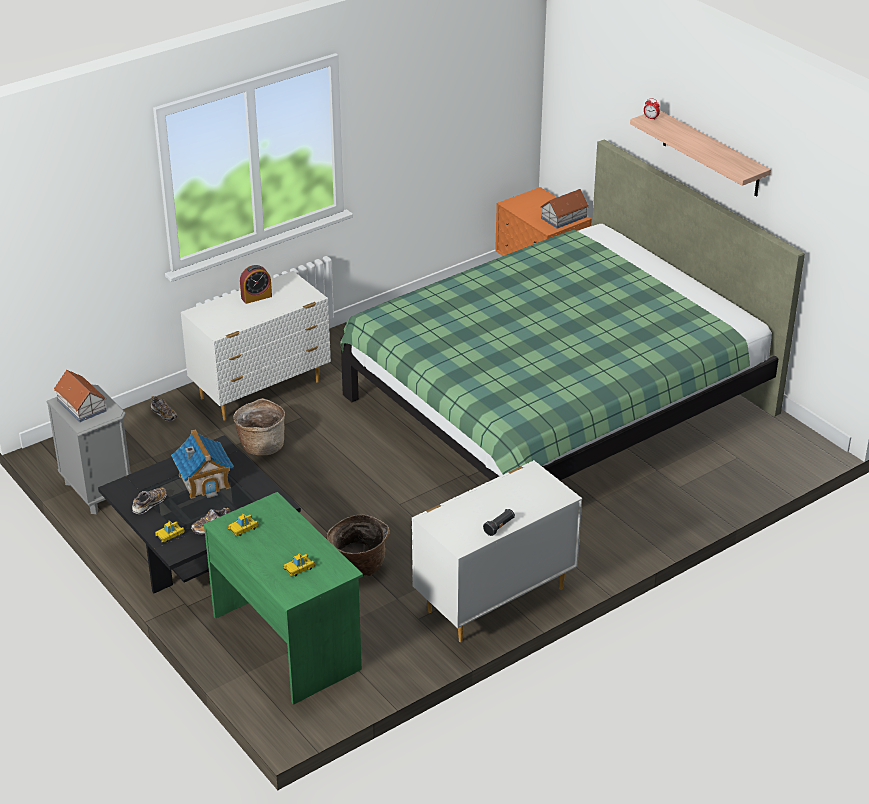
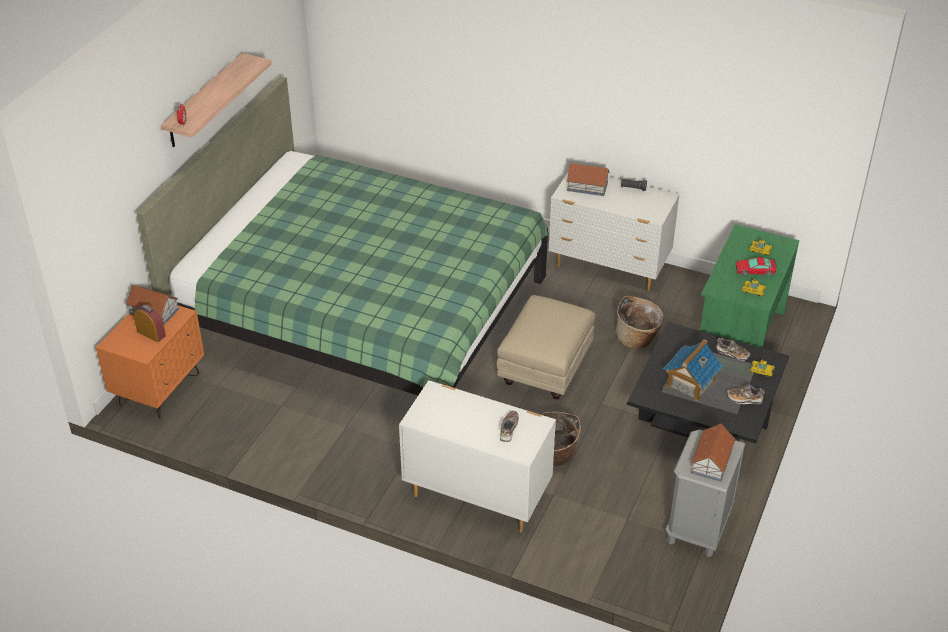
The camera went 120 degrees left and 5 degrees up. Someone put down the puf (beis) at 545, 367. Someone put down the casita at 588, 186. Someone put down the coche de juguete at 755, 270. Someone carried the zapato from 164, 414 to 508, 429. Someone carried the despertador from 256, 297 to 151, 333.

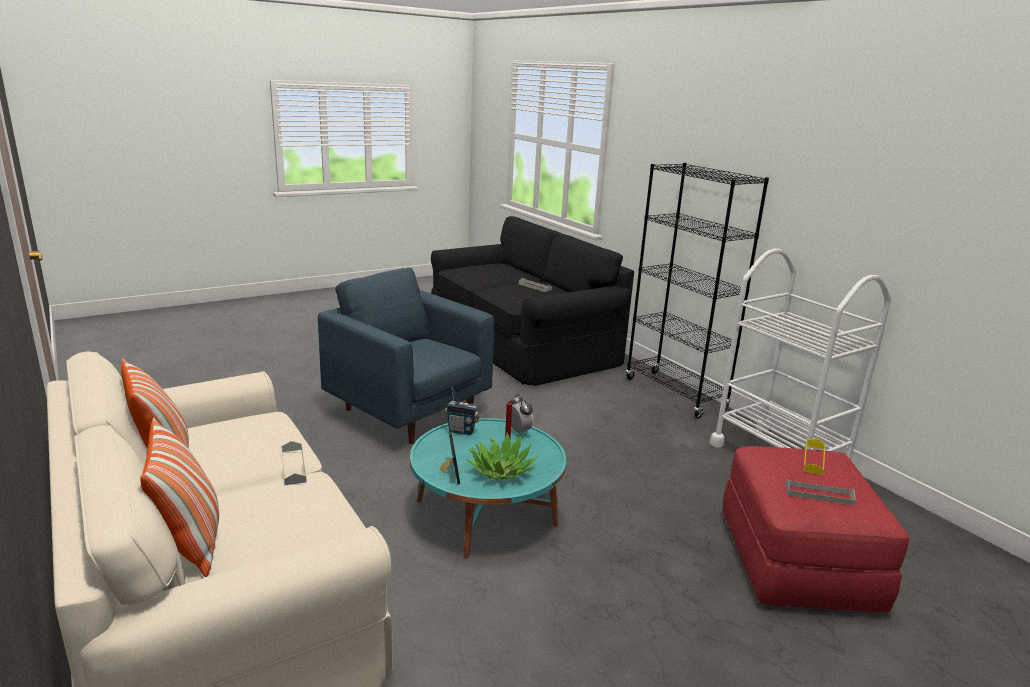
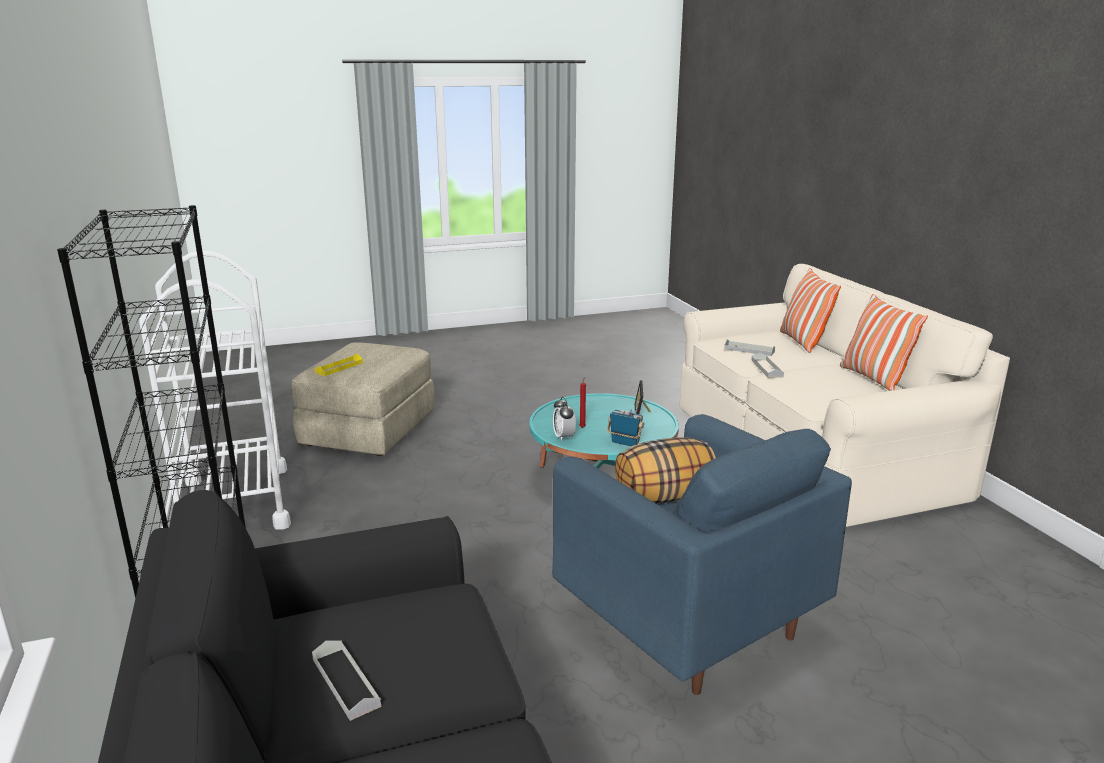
The camera went 165 degrees left and 0 degrees up. Someone took away the planta en maceta at 501, 470. Someone put down the cojín at 664, 498. Someone carried the bandeja (gris) from 818, 494 to 749, 350. Someone repainted the puf (rojo) at 798, 563, which became the puf (beis) at 368, 429.

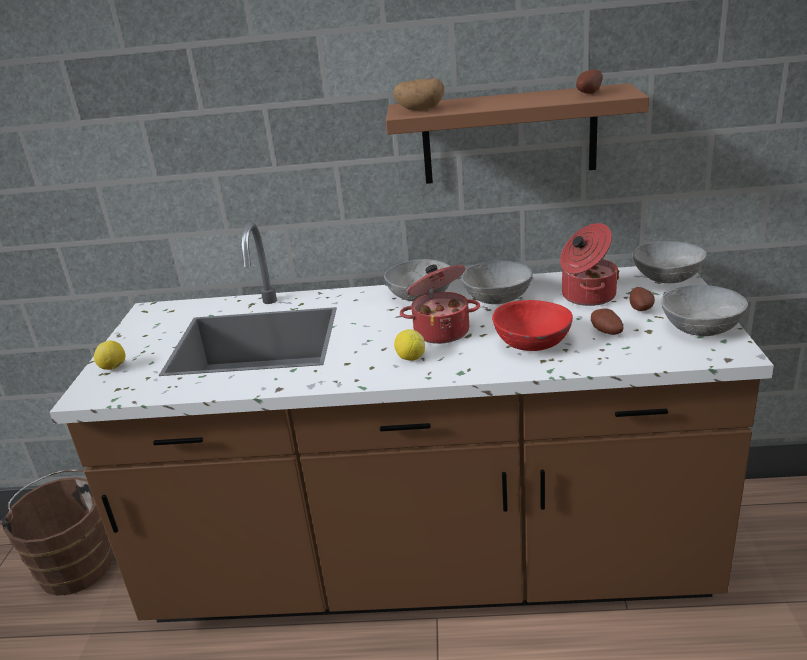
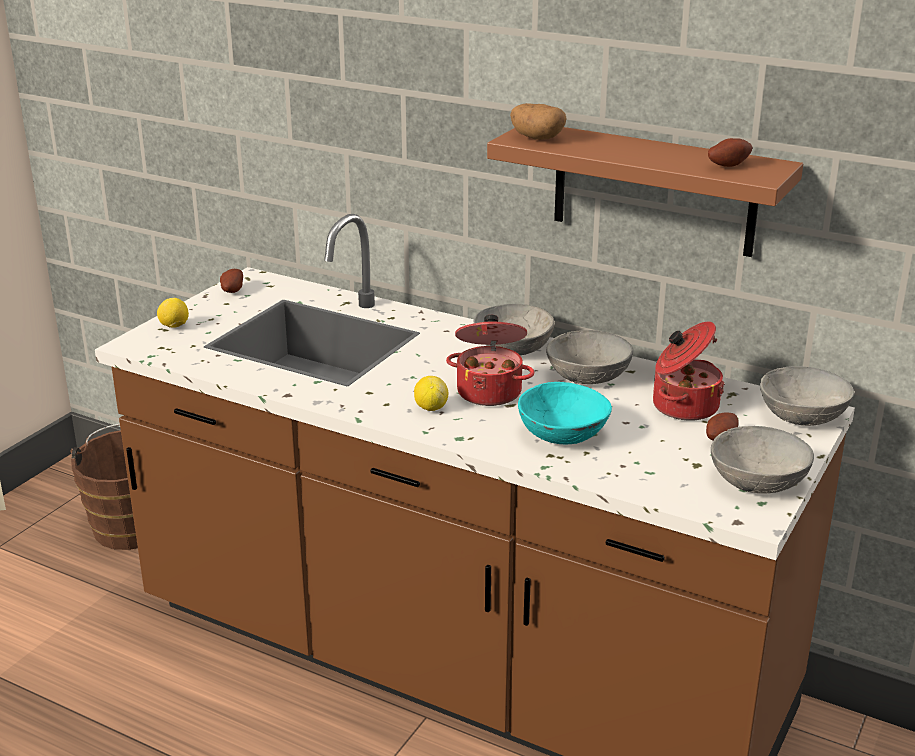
The camera went 25 degrees right and 0 degrees up. Someone carried the patata from 605, 332 to 231, 291. Someone repainted the cuenco (rojo) at 531, 343, which became the cuenco (turquesa) at 561, 434.

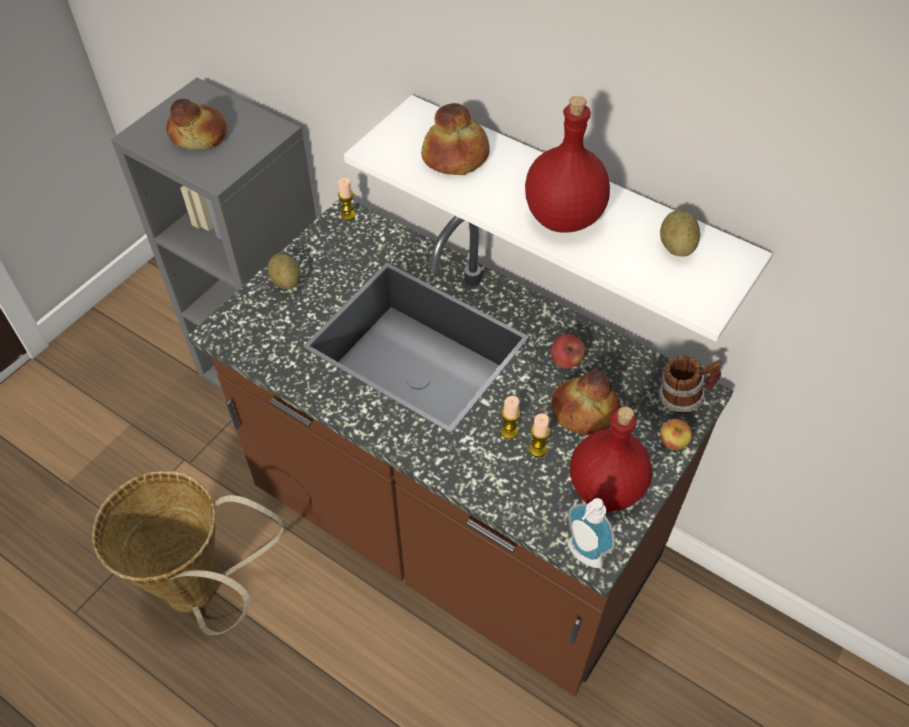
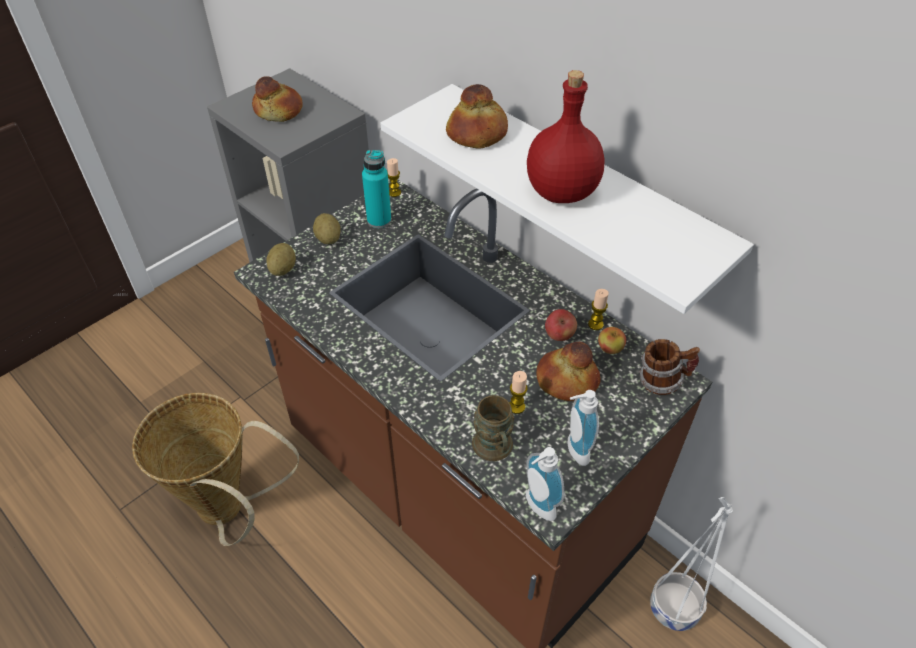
The camera went 10 degrees right and 5 degrees down. Someone put down the botella (turquesa) at 379, 220. Someone put down the taza grande (marrón) at 494, 450. Someone put down the maceta (blanco) at 673, 608. Someone carried the vela from 509, 431 to 595, 324. Someone carried the patata from 676, 246 to 283, 269. Someone carried the manzana from 673, 442 to 610, 349. Someone swapped the botella (rojo) at 607, 488 for the dispensador de jabón at 574, 451.

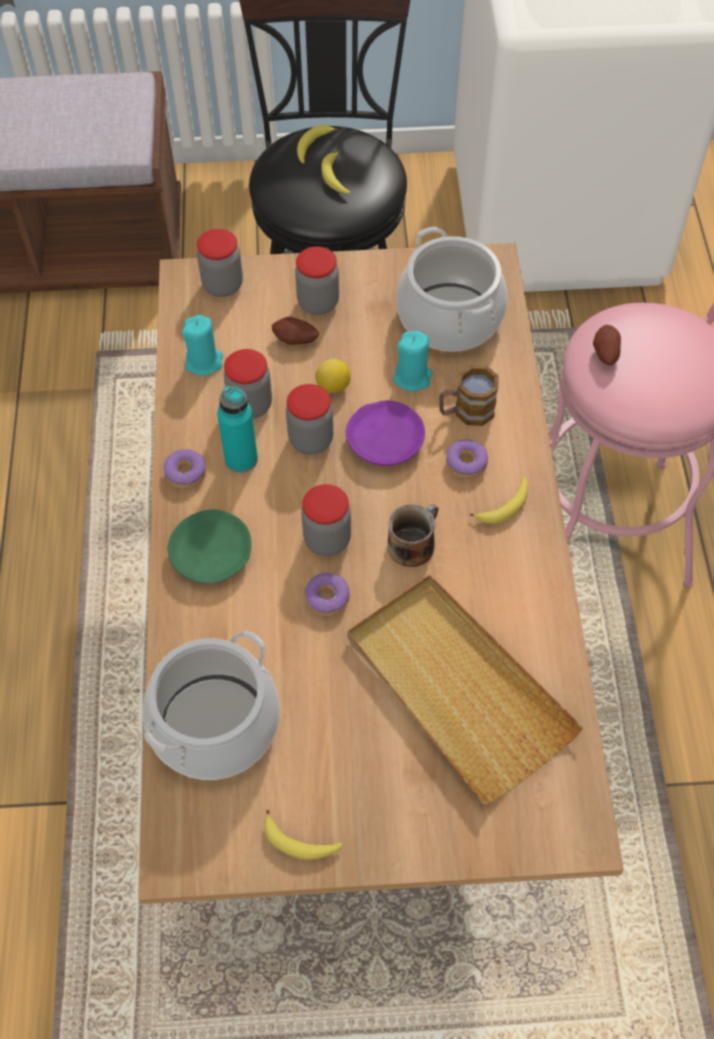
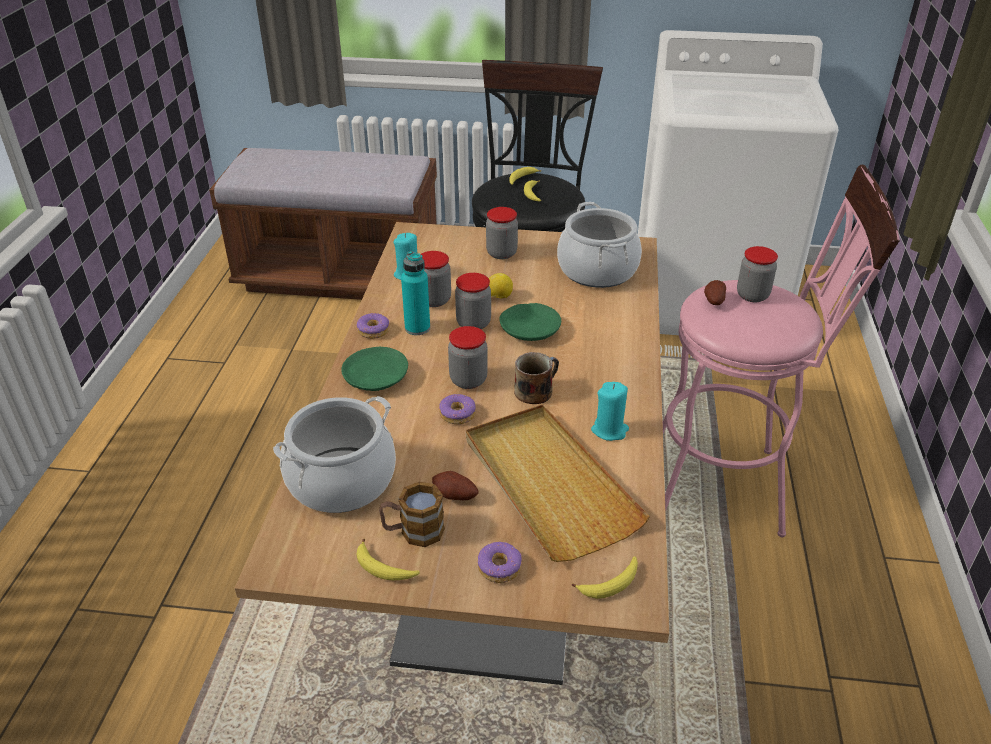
The camera went 10 degrees right and 20 degrees down. Someone carried the tarro from 223, 285 to 752, 295. Someone carried the patata from 295, 341 to 454, 497. Someone carried the vela (turquesa) from 412, 378 to 609, 430. Someone carried the taza grande from 466, 412 to 413, 531. Someone carried the rosquilla from 466, 463 to 500, 567. Someone carried the plátano from 505, 506 to 610, 583. Someone repainted the plato (morado) at 385, 441, which became the plato (verde) at 530, 330.

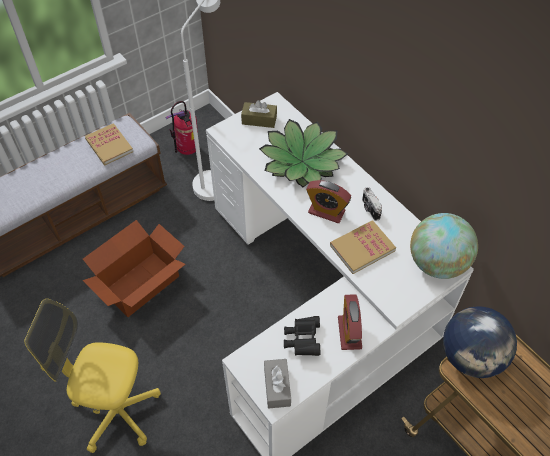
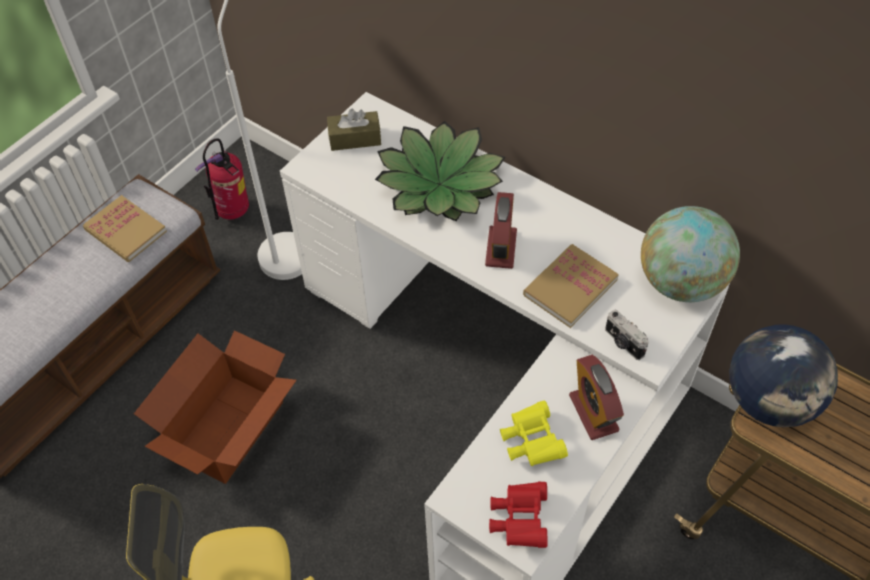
The camera went 15 degrees left and 0 degrees up. Someone carried the cámara from 370, 209 to 623, 343. Someone swapped the caja de pañuelos (gris) at 277, 387 for the prismáticos (rojo) at 519, 519. Someone repainted the prismáticos (negro) at 302, 340, which became the prismáticos (amarillo) at 531, 441. Someone rotated the despertador at 326, 212 by 90 degrees counterclockwise.

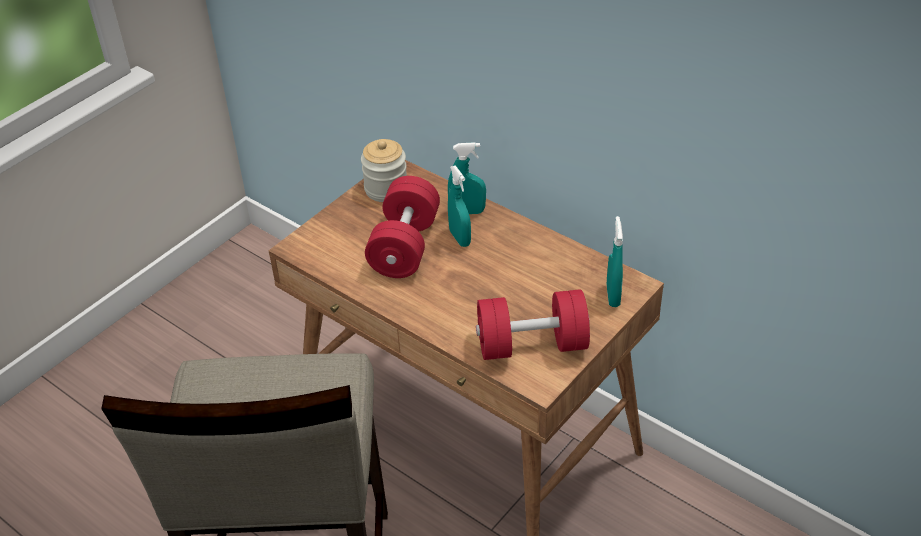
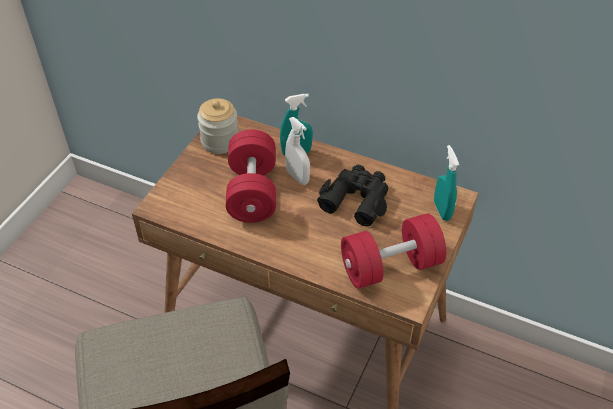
The camera went 15 degrees left and 5 degrees up. Someone put down the prismáticos (negro) at 356, 199. Someone repainted the pulverizador (turquesa) at 460, 238, which became the pulverizador (blanco) at 297, 177.

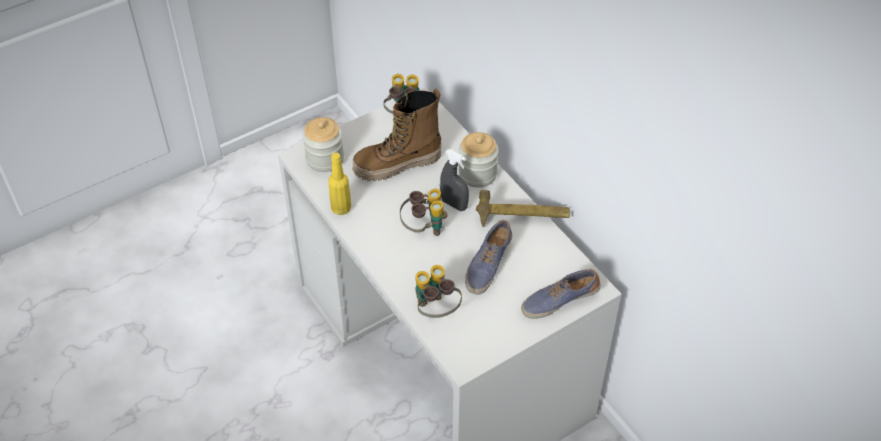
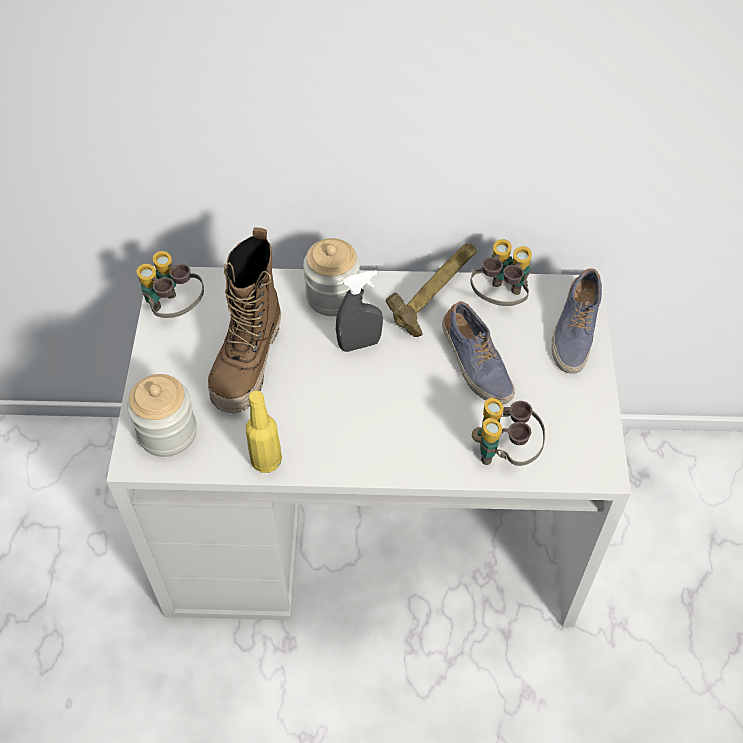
The camera went 55 degrees left and 5 degrees up. Someone carried the prismáticos from 424, 228 to 500, 299.

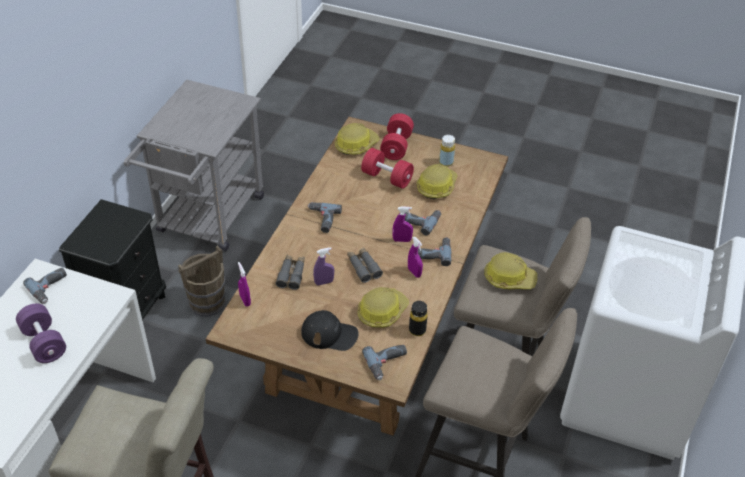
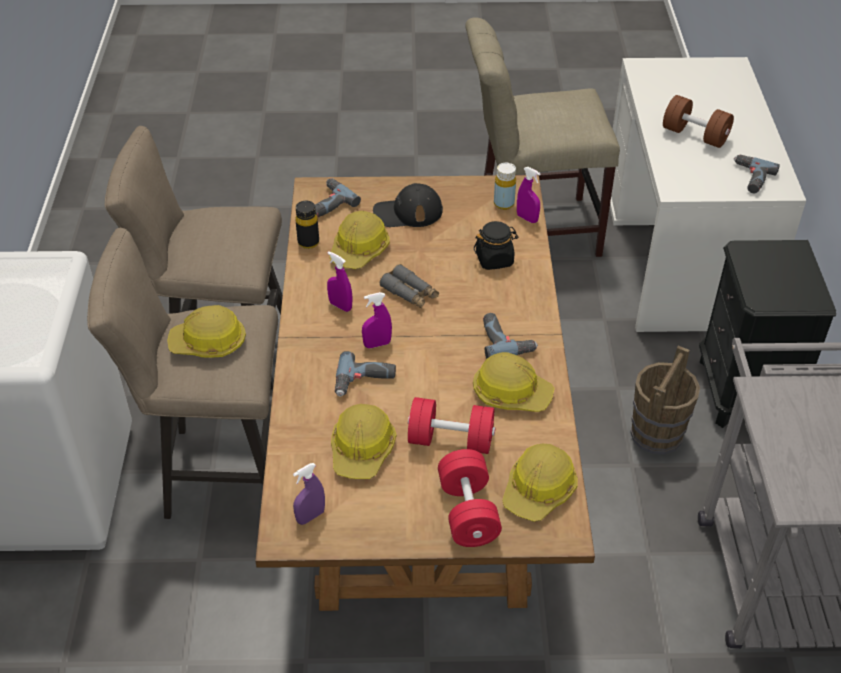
The camera went 160 degrees right and 0 degrees up. Someone took away the taladro at 432, 253. Someone put down the casco at 511, 393. Someone carried the pulverizador (morado) from 324, 282 to 310, 516. Someone carried the botella (amarillo) from 446, 162 to 504, 204. Someone swapped the prismáticos (gris) at 291, 274 for the tarro (negro) at 494, 259. Someone repainted the mancuerna (morado) at 44, 342, which became the mancuerna (marrón) at 695, 135.

